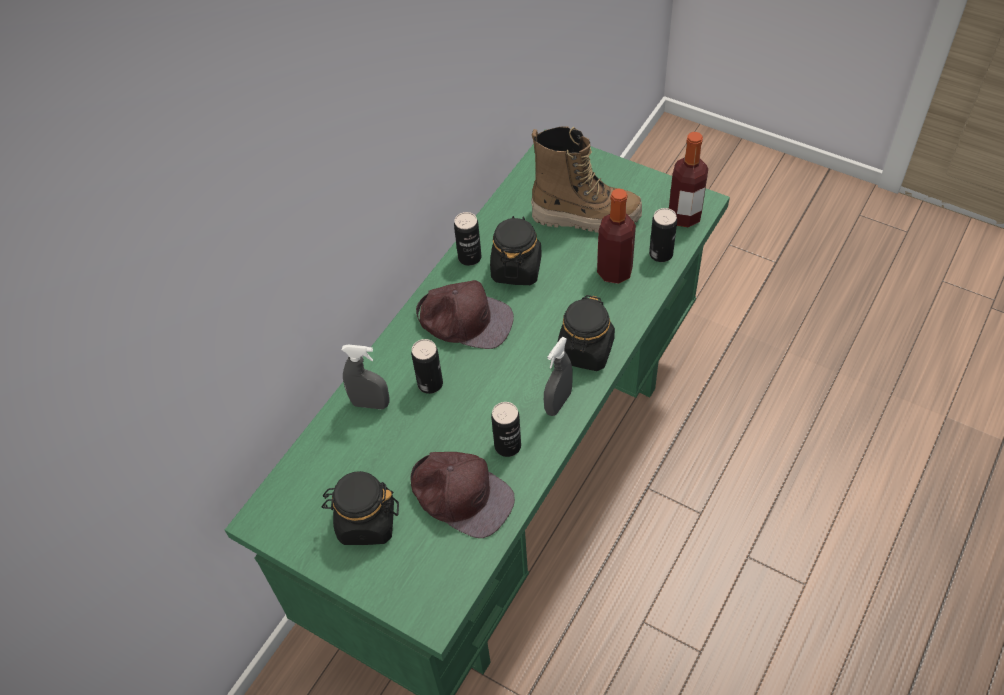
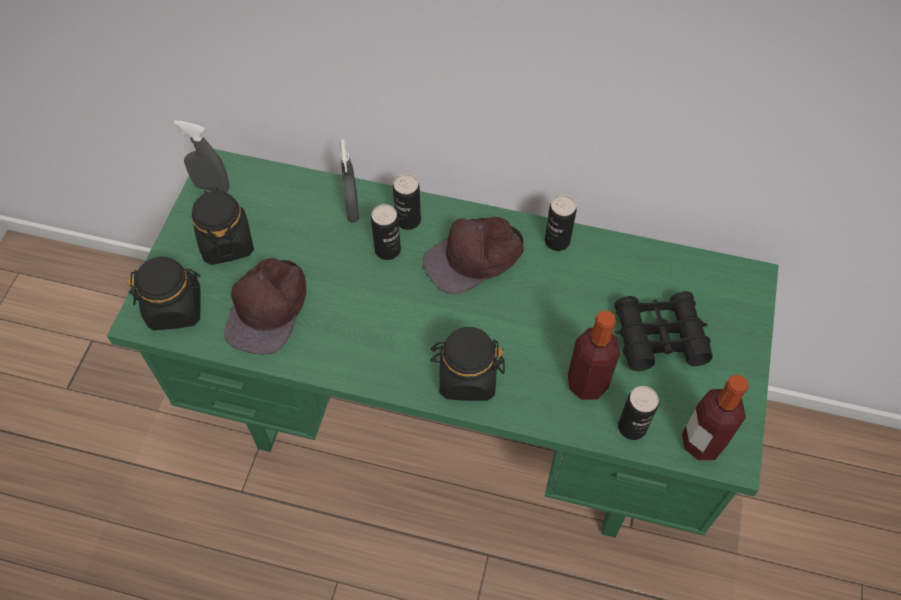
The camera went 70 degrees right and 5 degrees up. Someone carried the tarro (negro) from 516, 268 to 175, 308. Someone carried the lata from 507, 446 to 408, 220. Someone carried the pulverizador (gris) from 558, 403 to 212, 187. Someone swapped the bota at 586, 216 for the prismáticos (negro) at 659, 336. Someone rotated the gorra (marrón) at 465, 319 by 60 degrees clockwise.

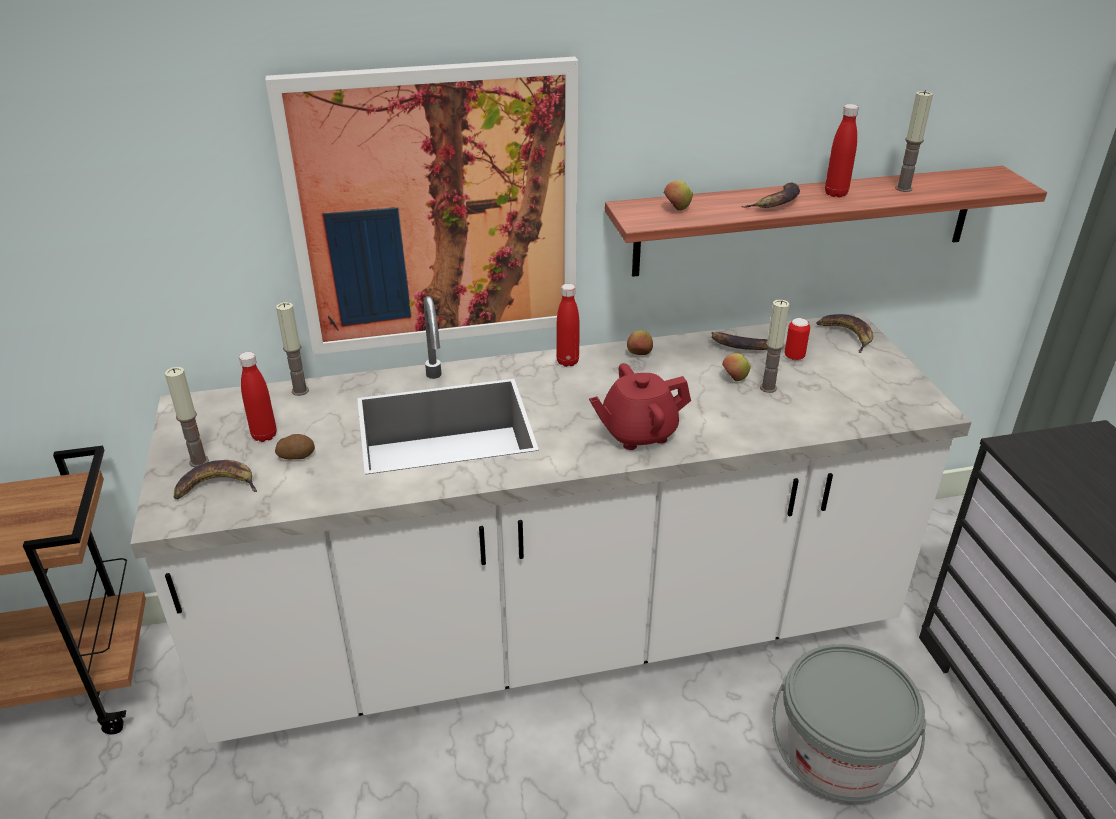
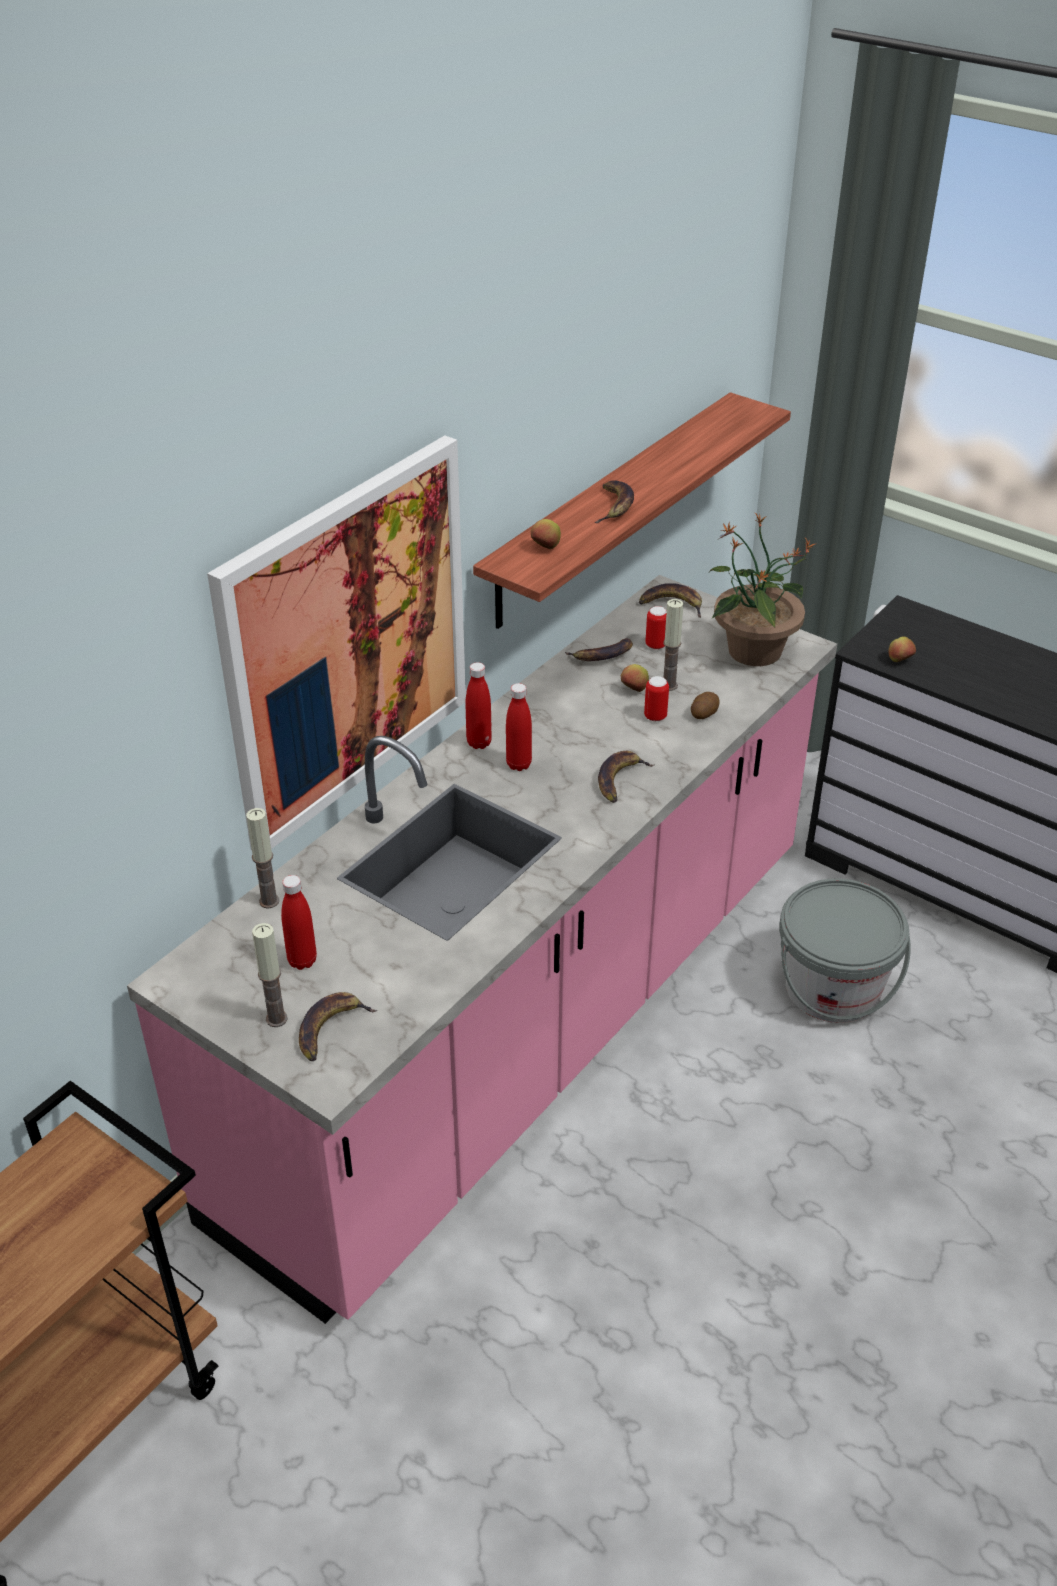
The camera went 40 degrees left and 5 degrees up. Someone took away the vela at 903, 188. Someone put down the lata at 655, 716. Someone put down the planta en maceta at 753, 652. Someone carried the patata from 296, 455 to 703, 713. Someone carried the manzana from 639, 355 to 899, 661. Someone carried the botella (rojo) from 836, 193 to 518, 764. Someone swapped the tetera (rojo) at 638, 433 for the plátano at 620, 779. Someone repainted the mueble bajo de cocina (blanco) at 558, 634, which became the mueble bajo de cocina (rosa) at 528, 1029.

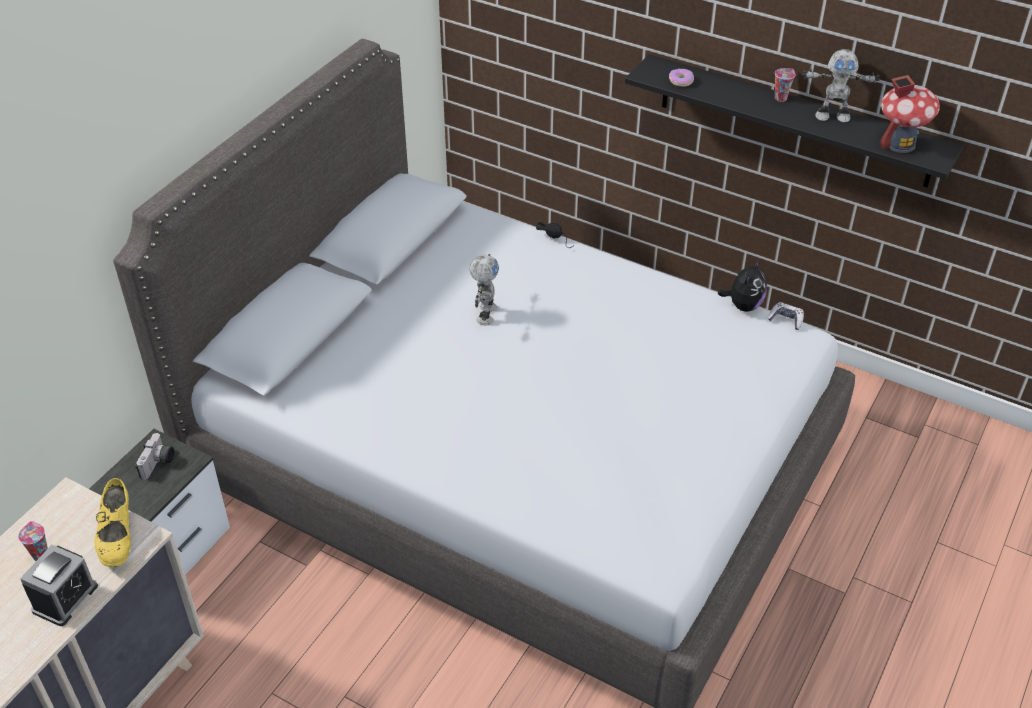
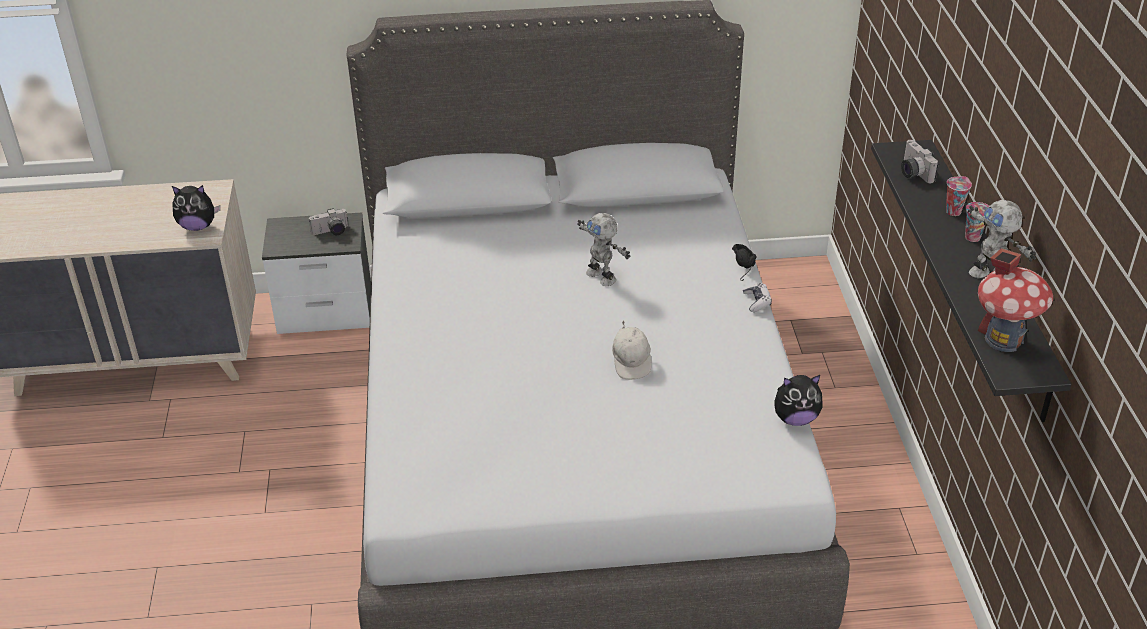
The camera went 55 degrees right and 5 degrees down. Someone took away the despertador at 65, 598. Someone put down the gorra (blanco) at 631, 362. Someone carried the taza from 40, 554 to 953, 211. Someone carried the mando de consola from 786, 320 to 757, 301. Someone swapped the zapato (amarillo) at 118, 538 for the peluche at 198, 226. Someone swapped the rosquilla at 681, 81 for the cámara at 912, 172. Someone rotated the robot de juguete at 485, 314 by 75 degrees clockwise.

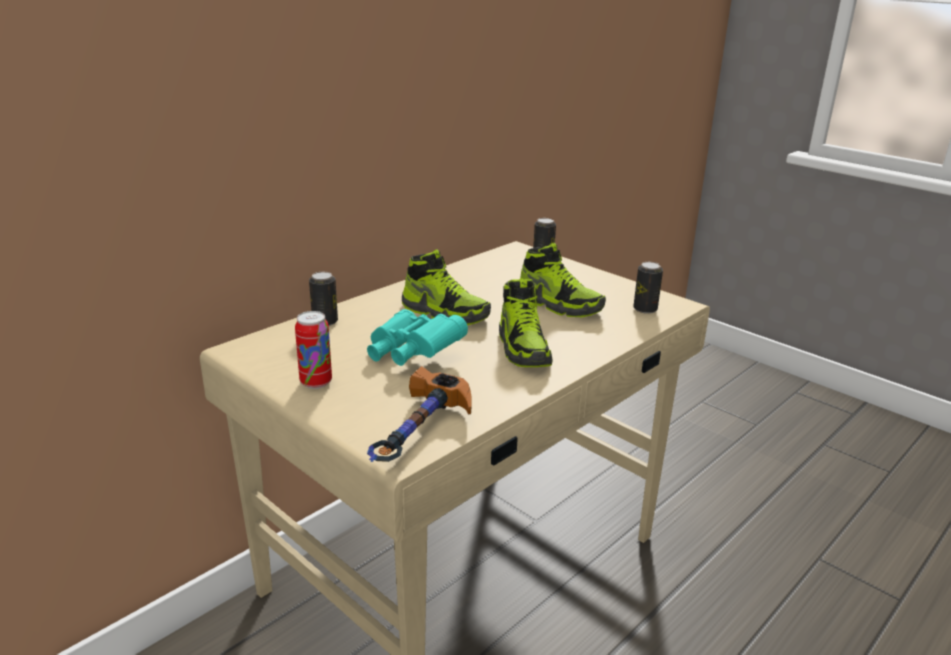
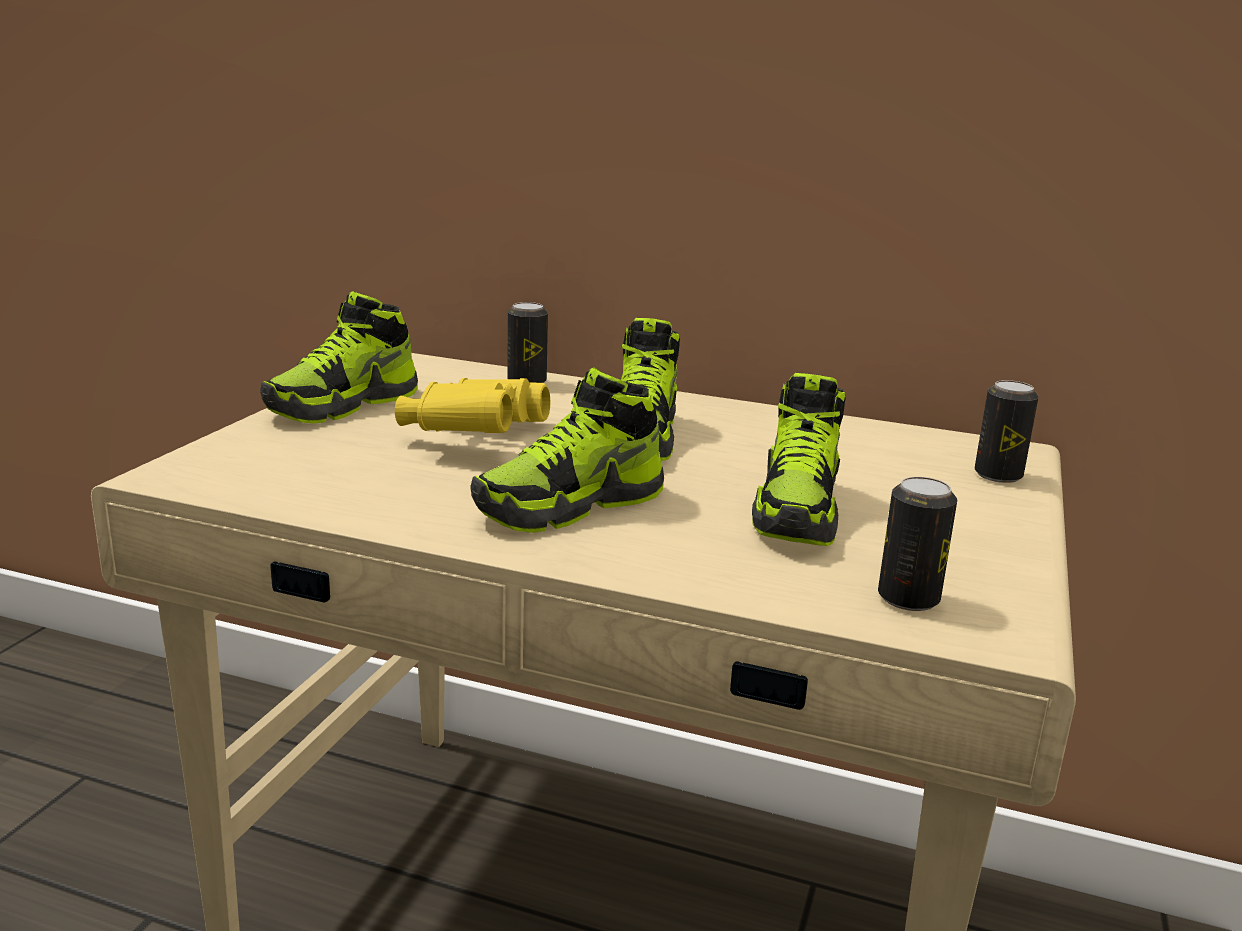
The camera went 65 degrees right and 5 degrees down. Someone took away the martillo at 419, 436. Someone swapped the lata at 316, 382 for the zapato at 344, 405. Someone repainted the prismáticos (turquesa) at 411, 354, which became the prismáticos (amarillo) at 473, 438.

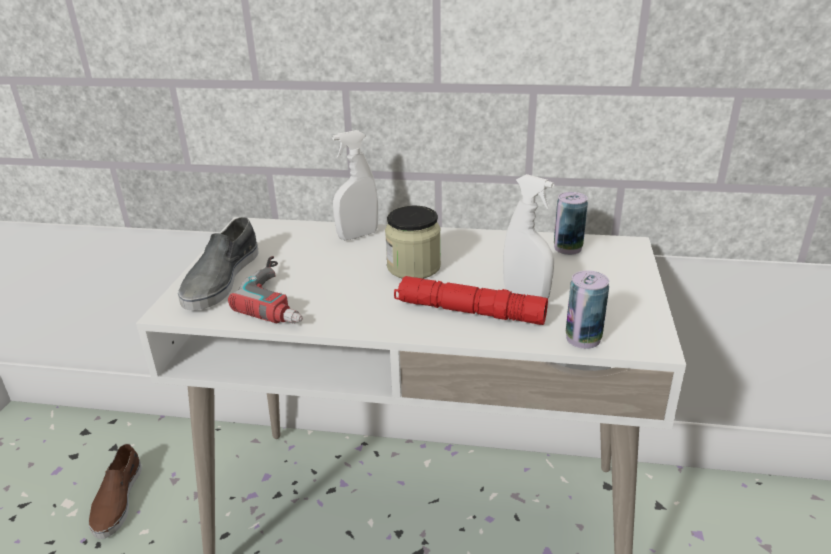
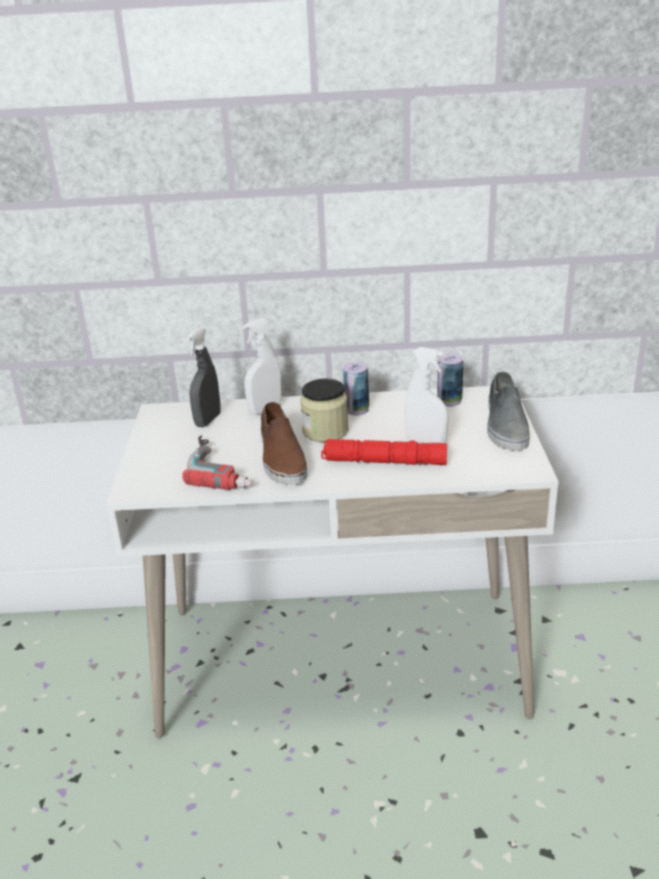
The camera went 10 degrees left and 0 degrees up. Someone put down the pulverizador (gris) at 208, 420. Someone carried the zapato (marrón) from 117, 499 to 281, 458. Someone carried the zapato (gris) from 221, 279 to 505, 425. Someone carried the lata from 583, 339 to 356, 410.

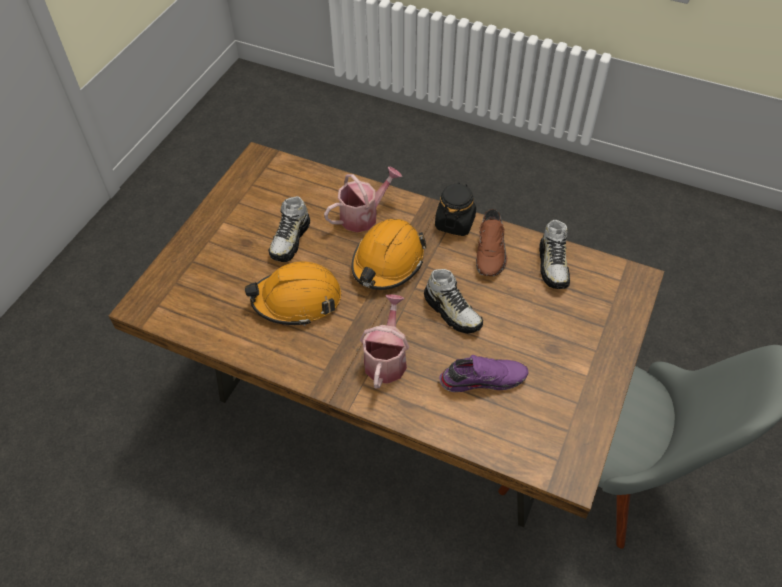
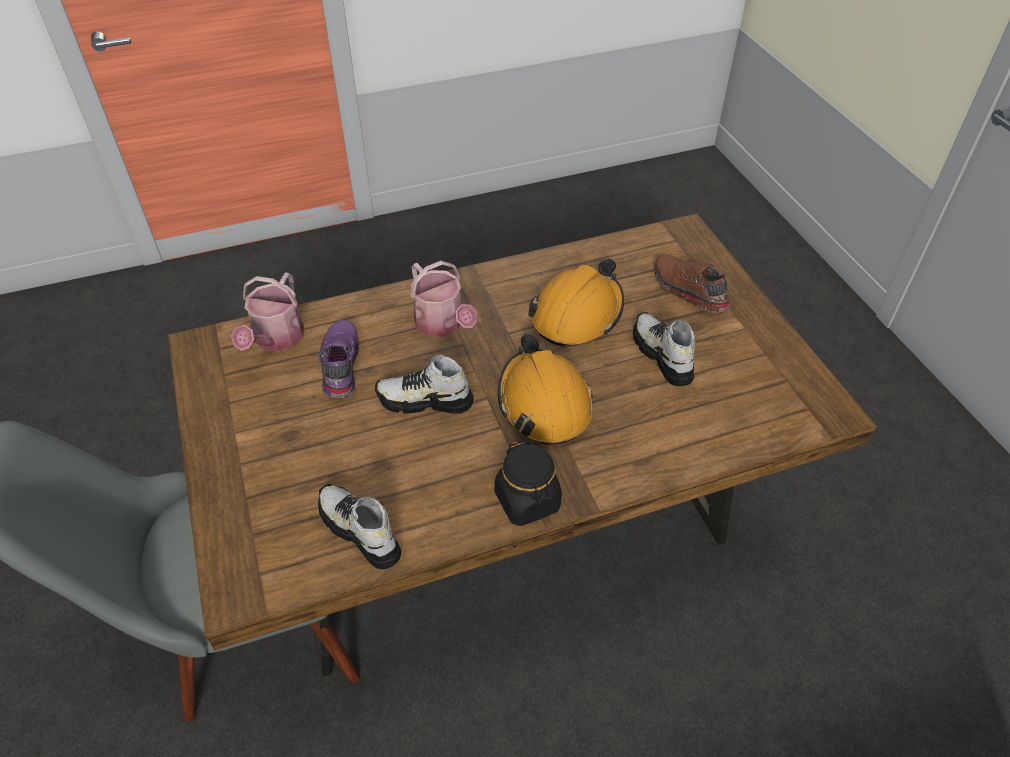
The camera went 135 degrees right and 5 degrees down. Someone carried the regadera from 363, 215 to 276, 339. Someone carried the zapato (marrón) from 491, 251 to 687, 291. Someone rotated the zapato (morado) at 483, 378 by 135 degrees clockwise.

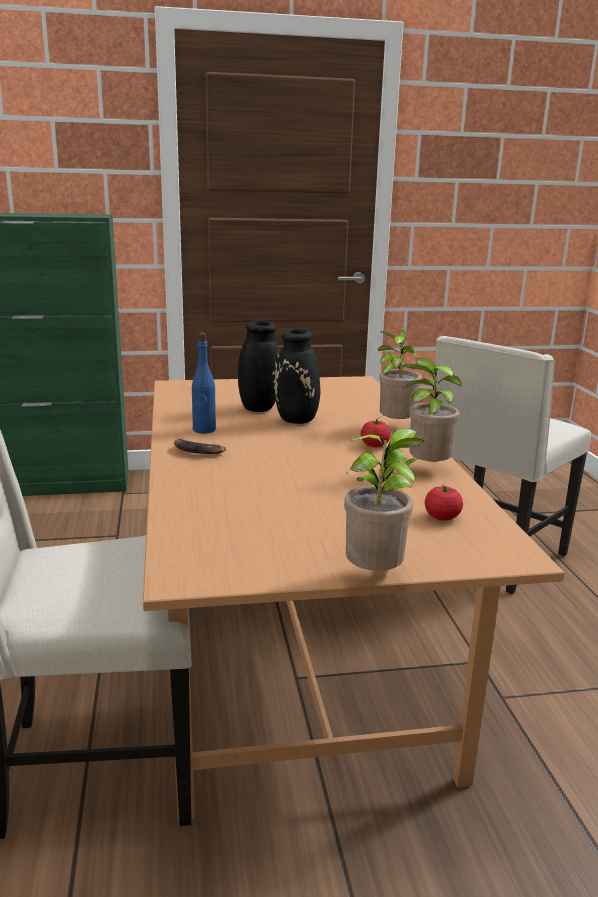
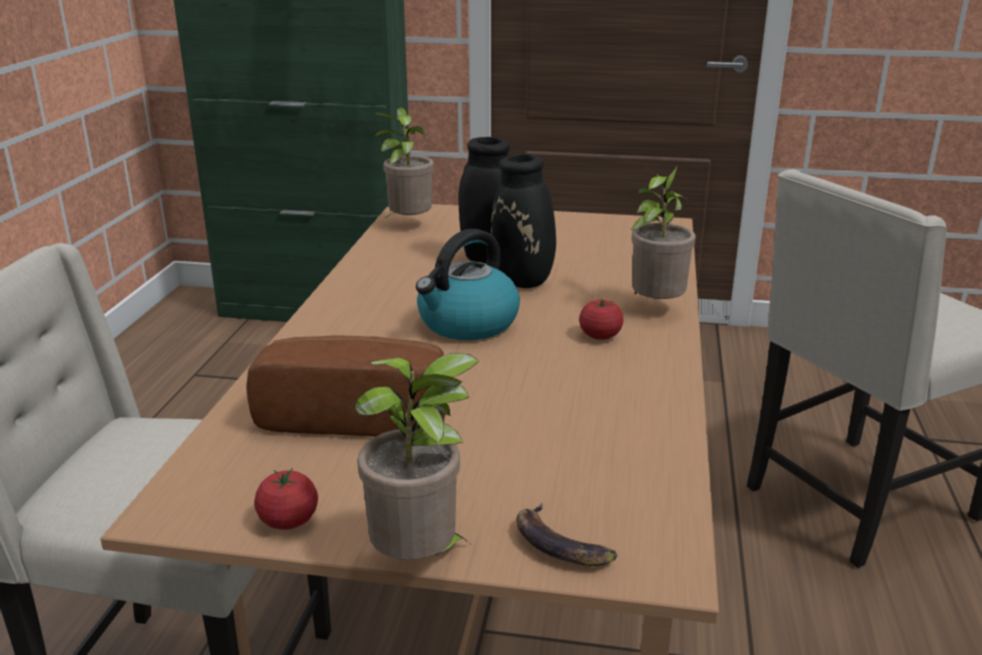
The camera went 20 degrees right and 5 degrees up. Someone took away the botella (azul) at 204, 430. Someone put down the pan at 357, 415. Someone put down the hervidor at 467, 324. Someone carried the plátano from 198, 451 to 561, 544. Someone carried the planta en maceta from 425, 470 to 407, 225. Someone carried the tomate from 442, 517 to 288, 521.

